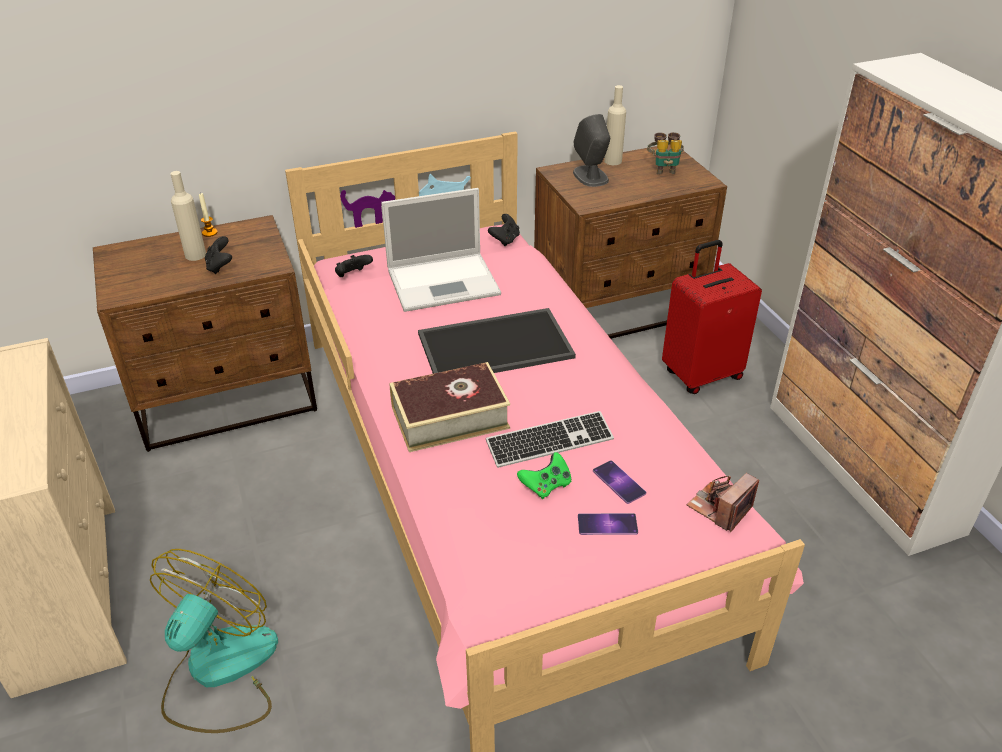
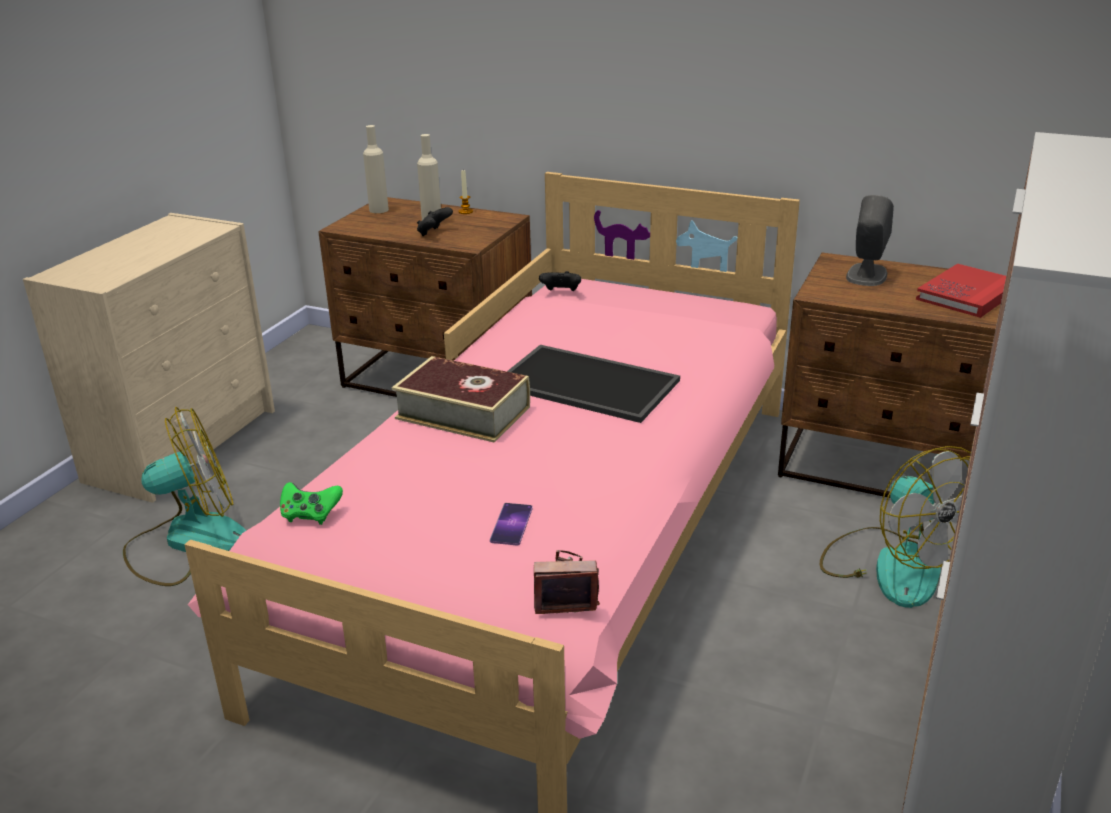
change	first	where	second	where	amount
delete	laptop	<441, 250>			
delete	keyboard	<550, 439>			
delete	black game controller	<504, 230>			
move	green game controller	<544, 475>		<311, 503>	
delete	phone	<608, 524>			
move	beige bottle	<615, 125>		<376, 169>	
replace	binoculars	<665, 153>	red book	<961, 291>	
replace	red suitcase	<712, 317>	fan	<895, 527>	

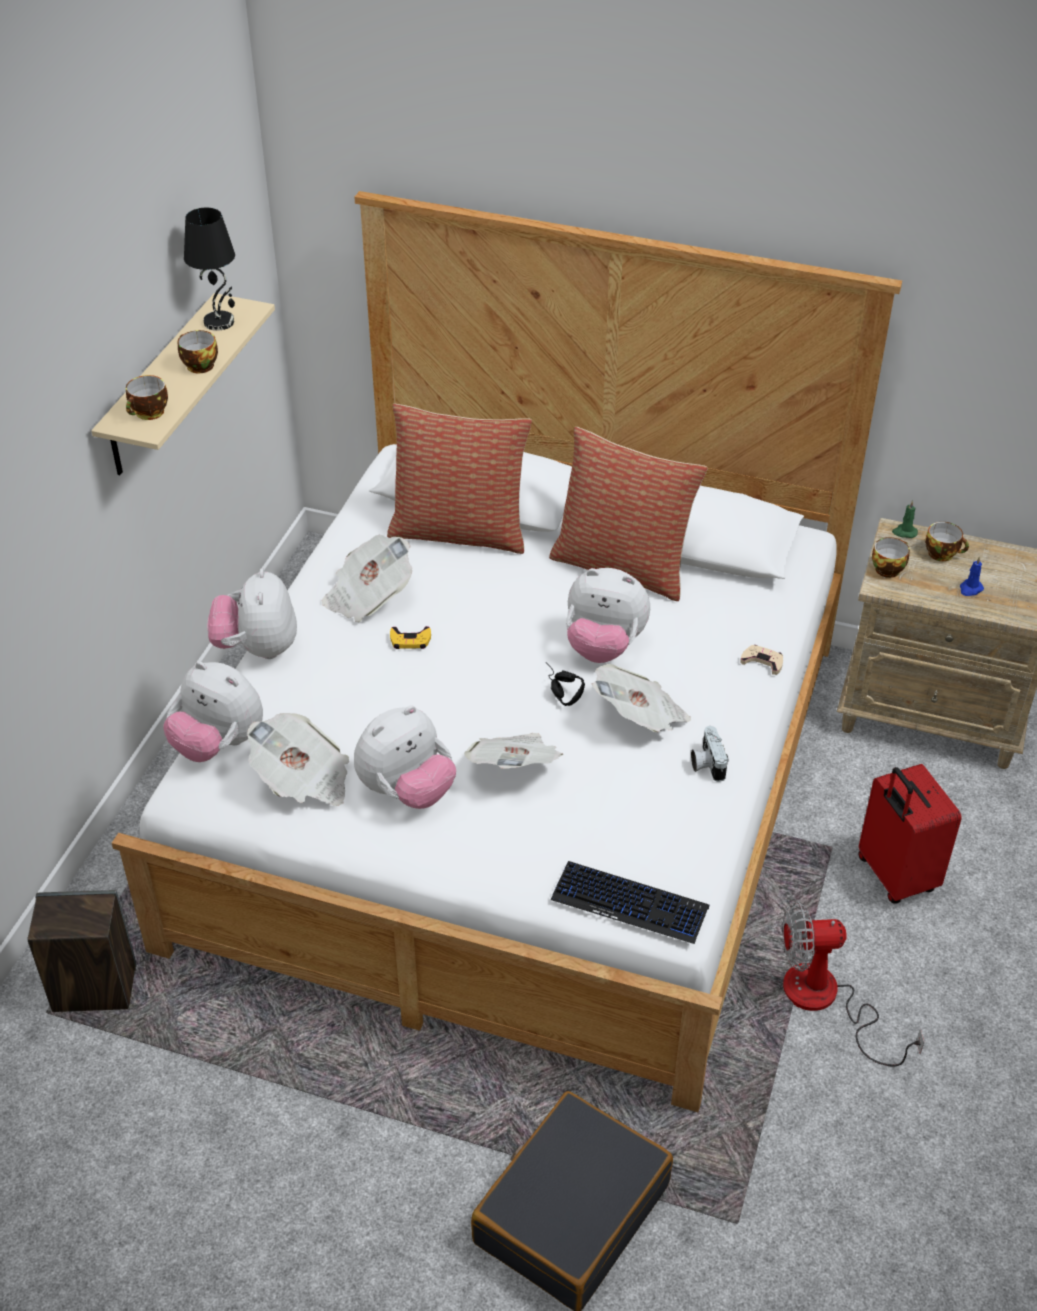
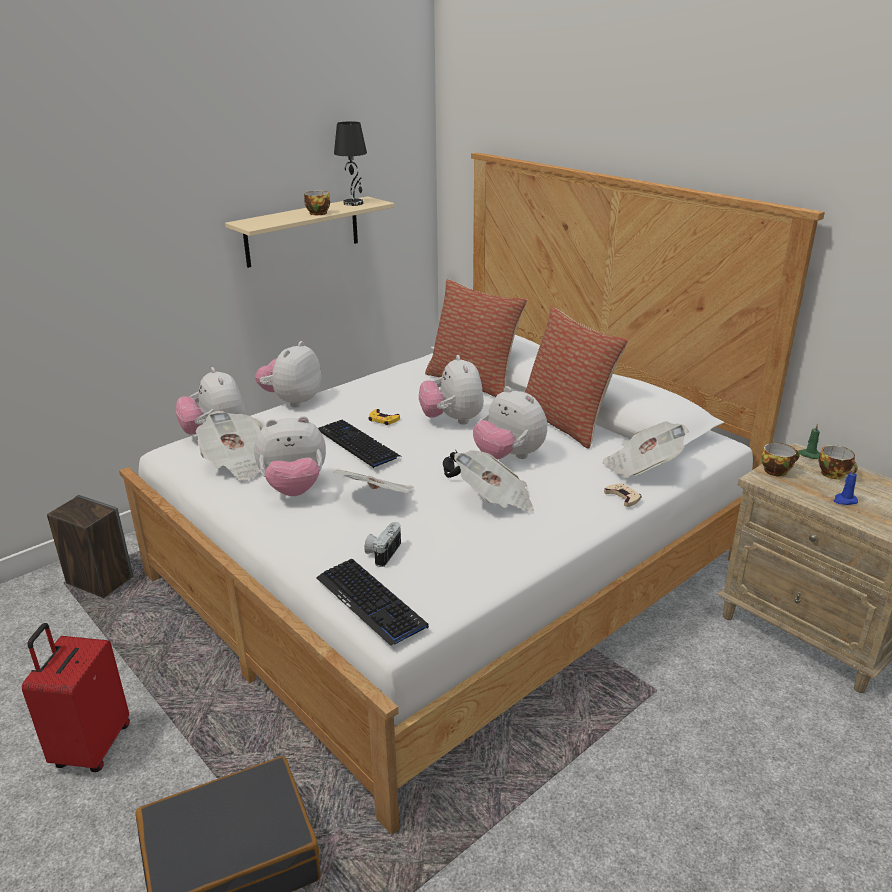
change	first	where	second	where	amount
delete	cup	<147, 397>			
move	newspaper	<367, 578>		<646, 450>	
move	photo camera	<709, 754>		<382, 544>	
delete	fan	<853, 984>			
move	red suitcase	<910, 834>		<76, 697>	
insert			keyboard	<360, 444>	
insert			plush toy	<451, 390>	

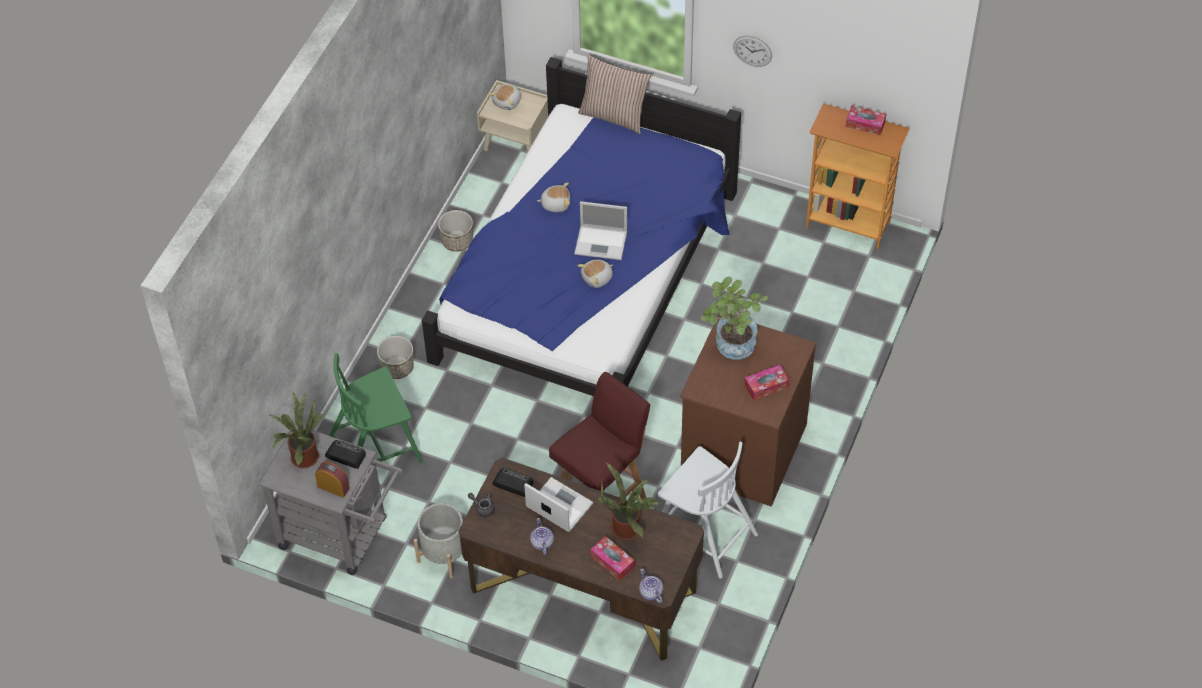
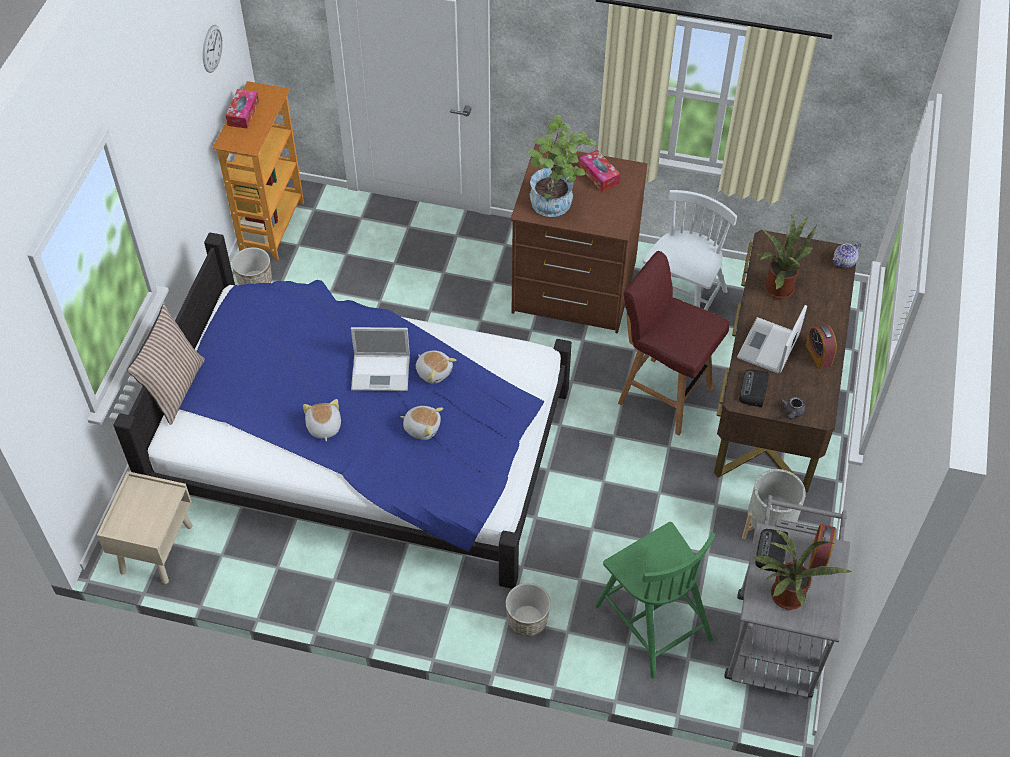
change	first	where	second	where	amount
move	planter	<455, 231>		<252, 266>	
move	plush toy	<505, 97>		<421, 423>	
replace	teapot	<542, 536>	alarm clock	<821, 346>	
rotate	laptop	<600, 230>		<380, 359>	90 degrees clockwise
delete	tissue box	<612, 558>			
move	wall clock	<752, 51>		<213, 49>	

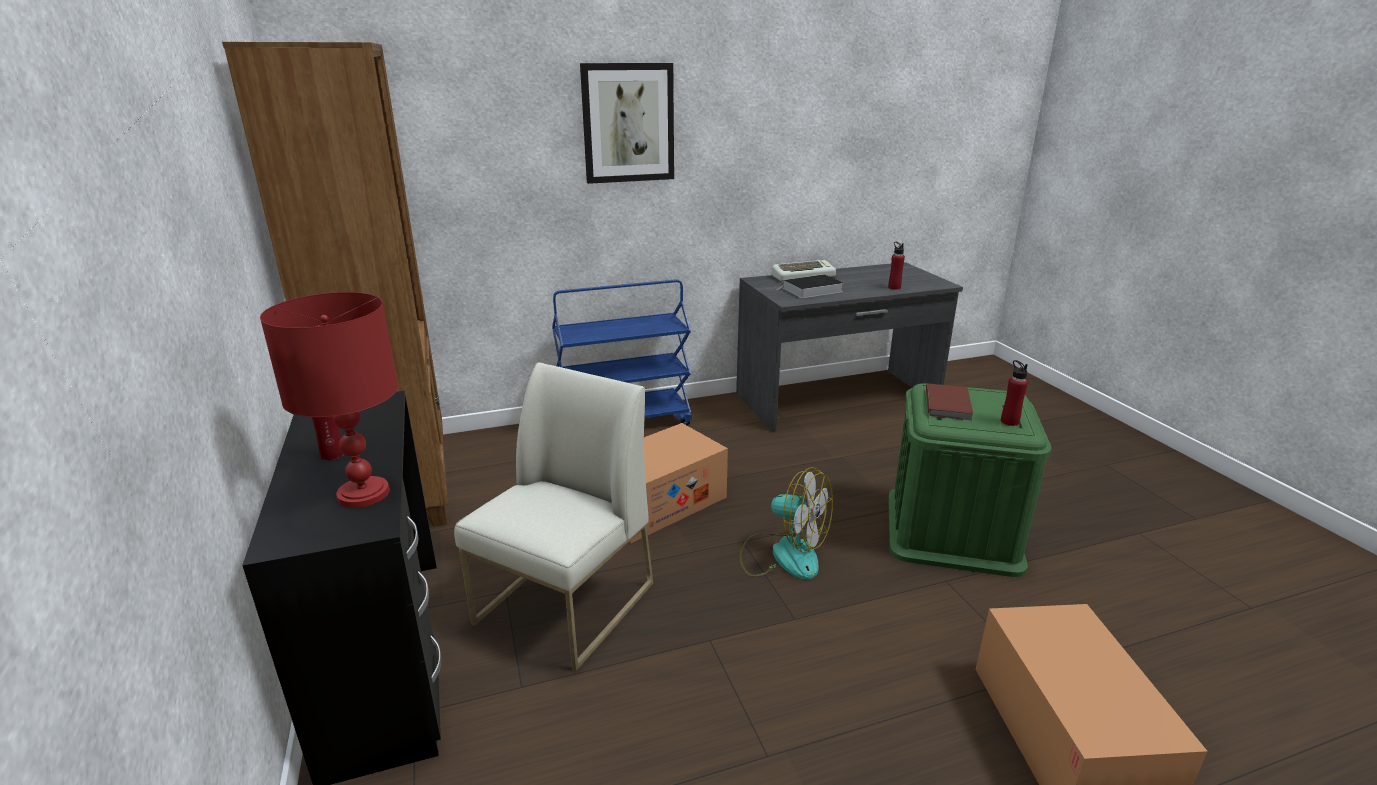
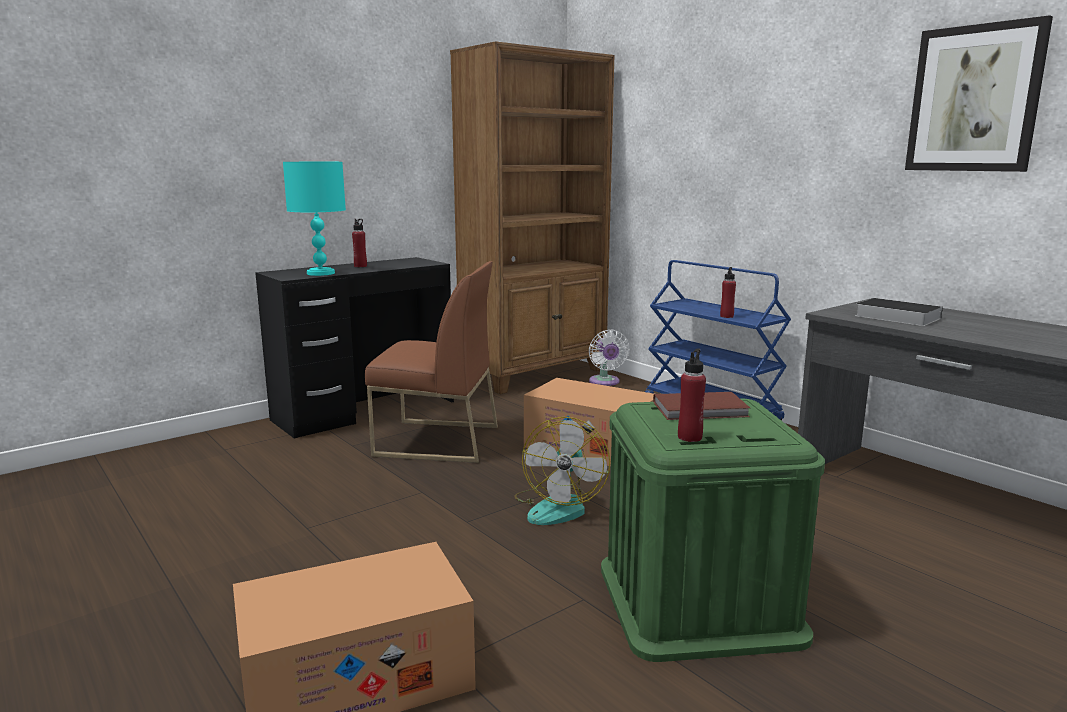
change	first	where	second	where	amount
recolor	red table lamp	<329, 400>	turquoise table lamp	<314, 219>	
recolor	white chair	<553, 516>	brown chair	<431, 362>	
move	picture	<627, 123>		<979, 93>	
delete	keyboard	<804, 271>			
move	red bottle	<896, 266>		<728, 292>	
insert			white fan	<609, 357>	

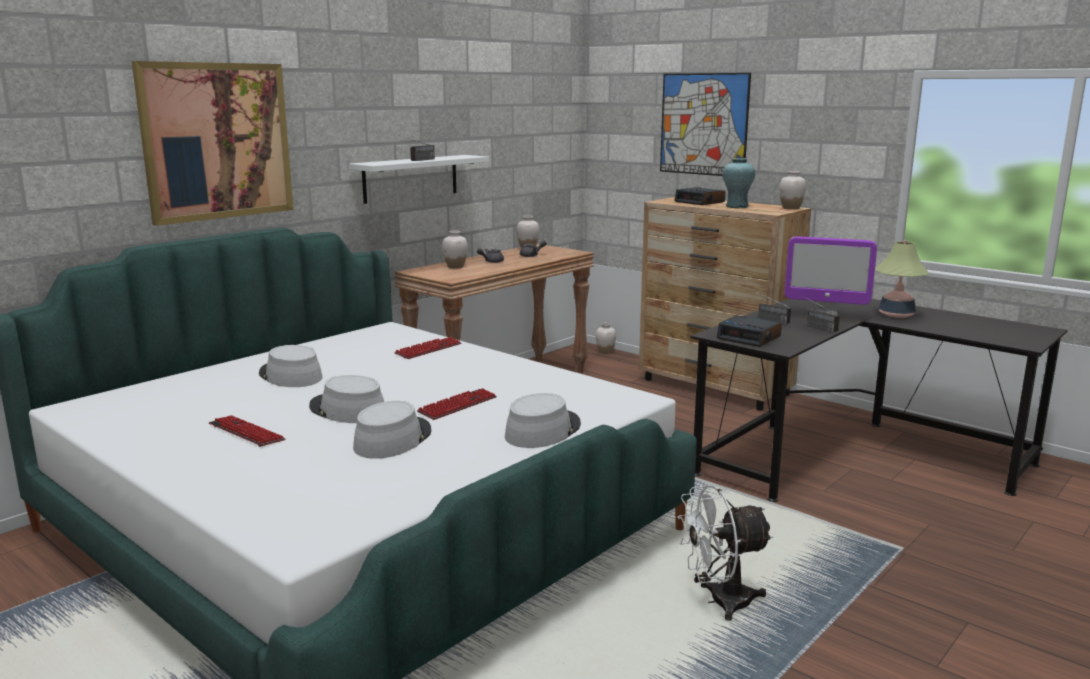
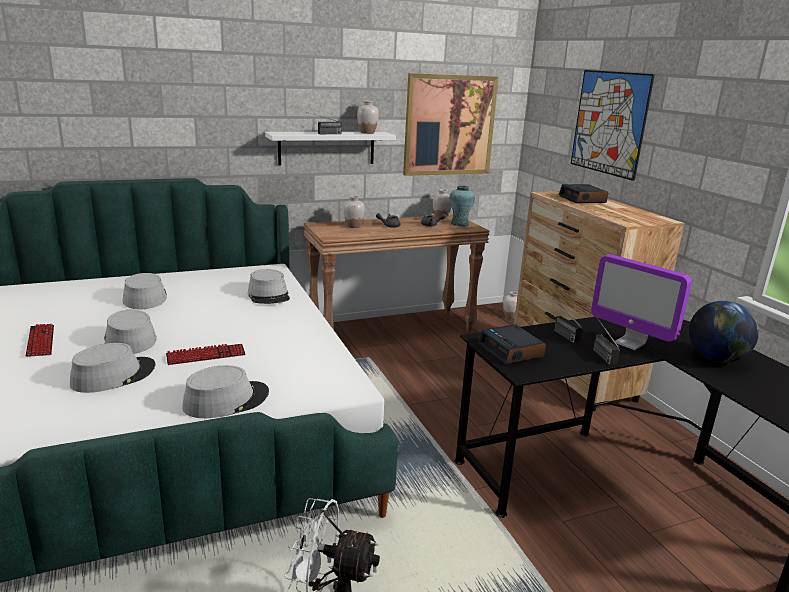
change	first	where	second	where	amount
move	picture	<212, 143>		<450, 124>	
replace	keyboard	<427, 348>	grey hat	<269, 286>	
move	turquoise vase	<739, 183>		<462, 205>	
move	white vase	<793, 190>		<368, 117>	
replace	table lamp	<902, 279>	globe	<724, 331>	

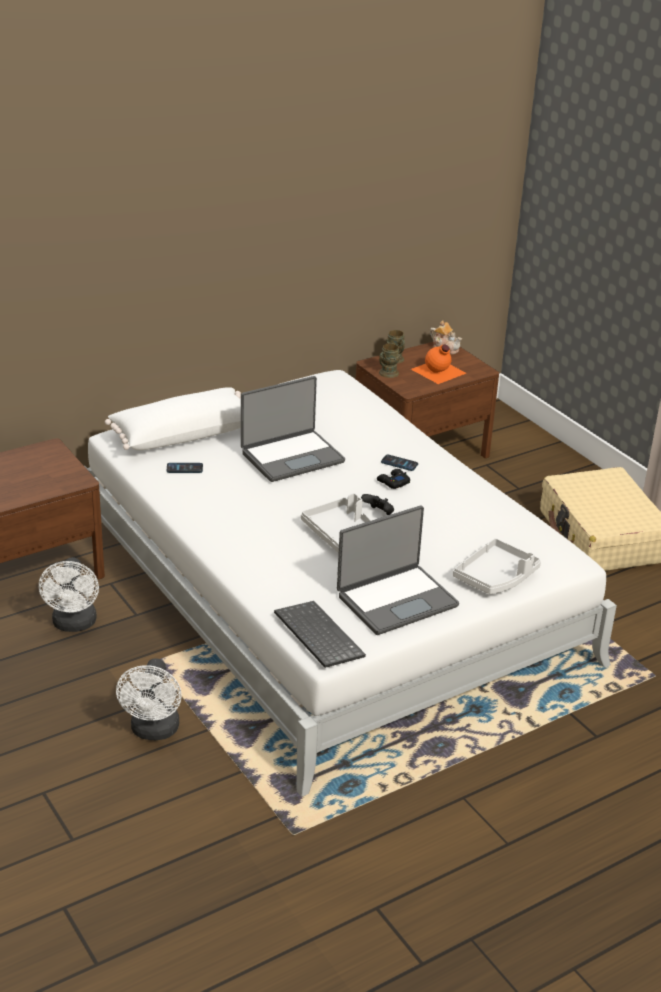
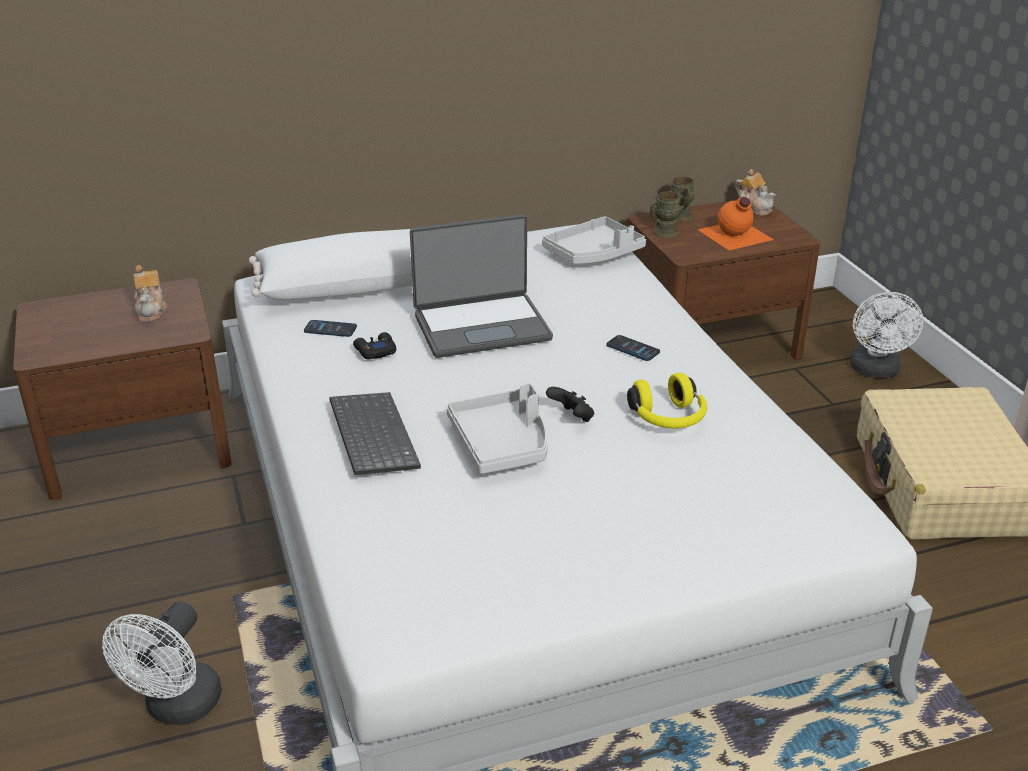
change	first	where	second	where	amount
move	white fan	<69, 594>		<887, 335>	
move	keyboard	<320, 634>		<375, 433>	
delete	laptop	<398, 570>			
move	black game controller	<393, 479>		<374, 345>	
move	grey tray	<497, 566>		<594, 240>	
insert			teapot	<150, 293>	
insert			yellow headphones	<667, 400>	

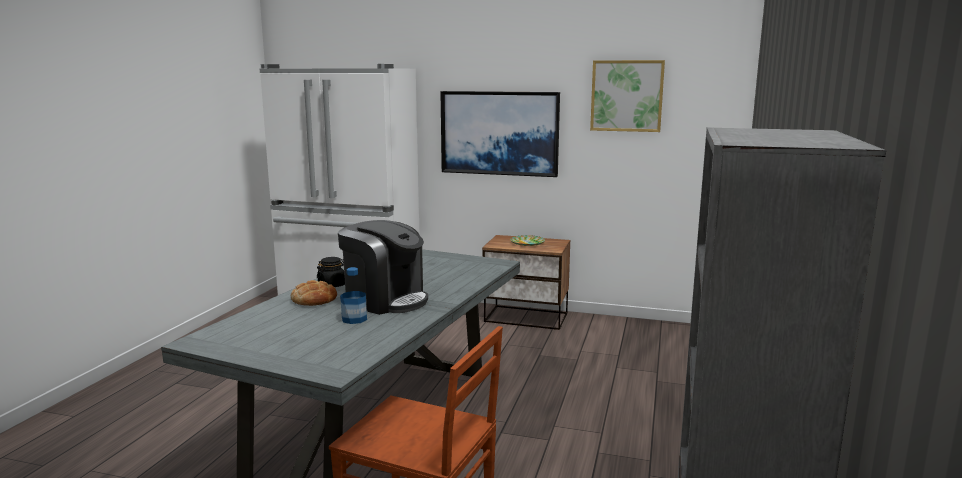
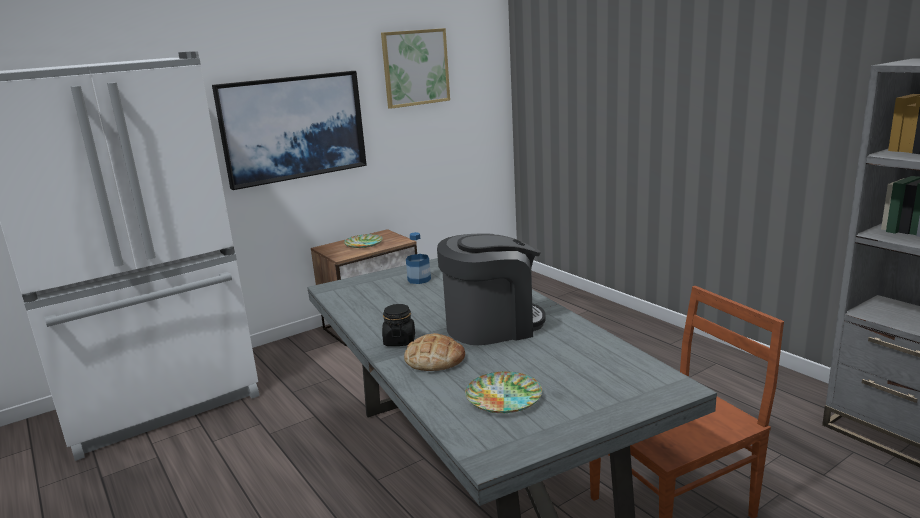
change	first	where	second	where	amount
move	bottle	<353, 295>		<418, 258>	
insert			plate	<503, 392>	

